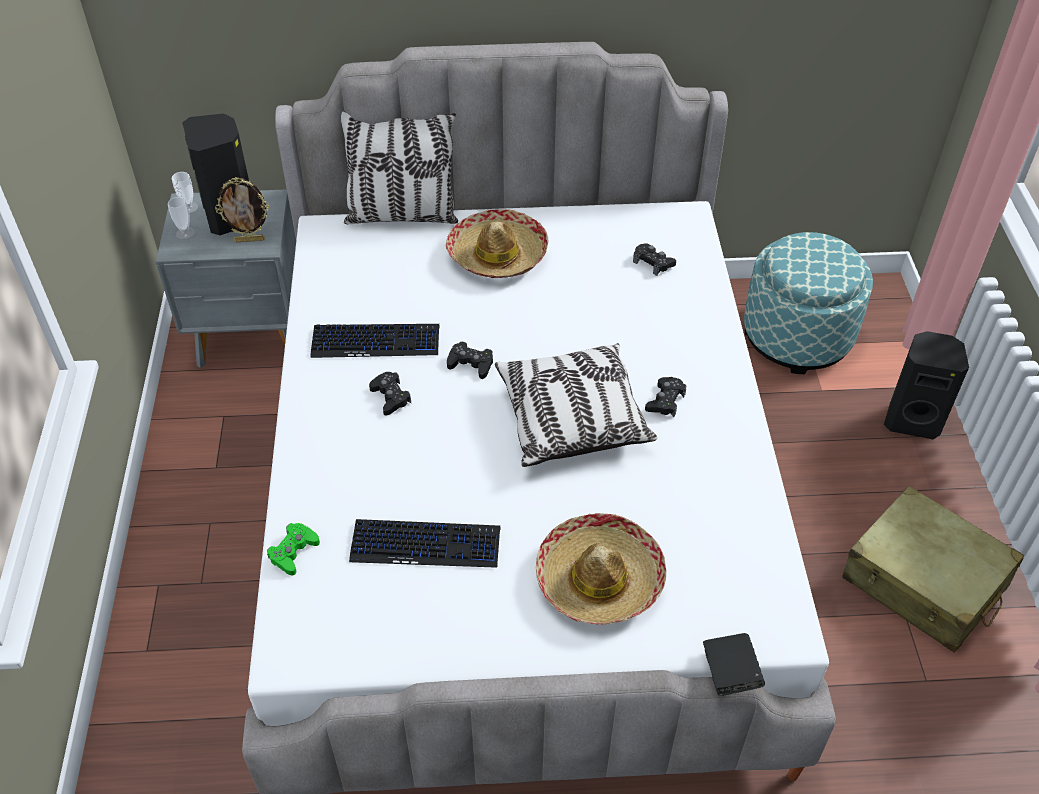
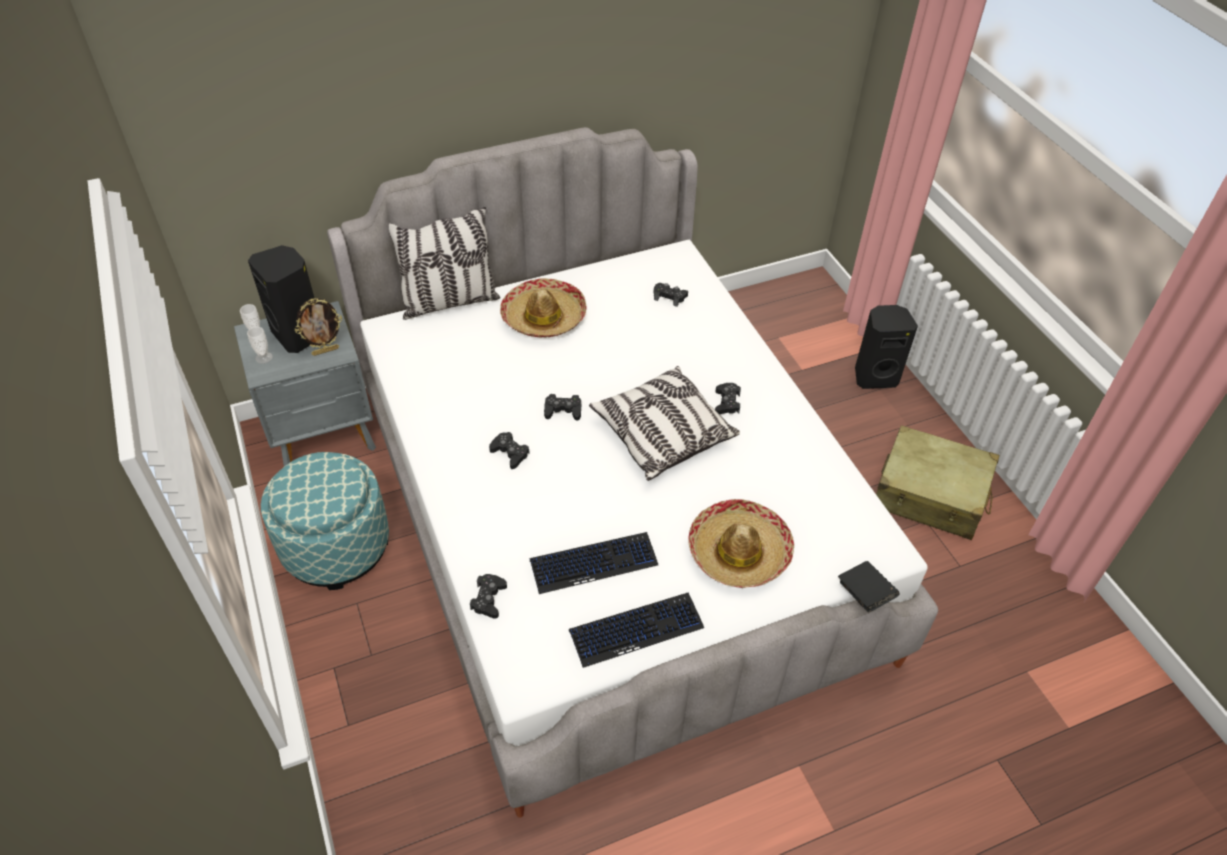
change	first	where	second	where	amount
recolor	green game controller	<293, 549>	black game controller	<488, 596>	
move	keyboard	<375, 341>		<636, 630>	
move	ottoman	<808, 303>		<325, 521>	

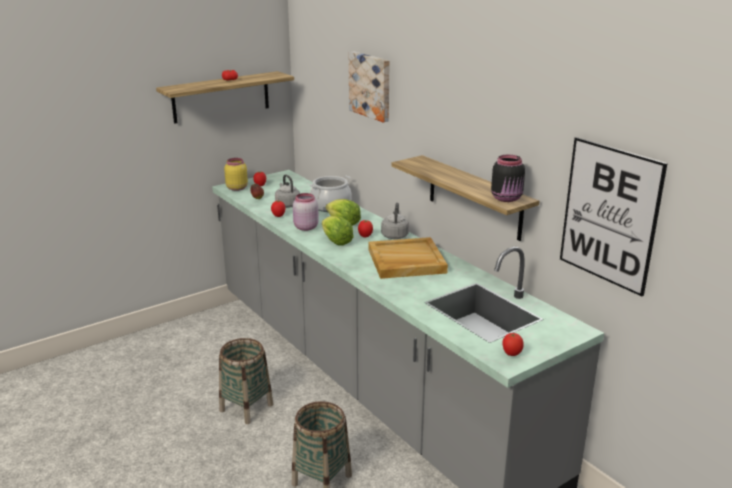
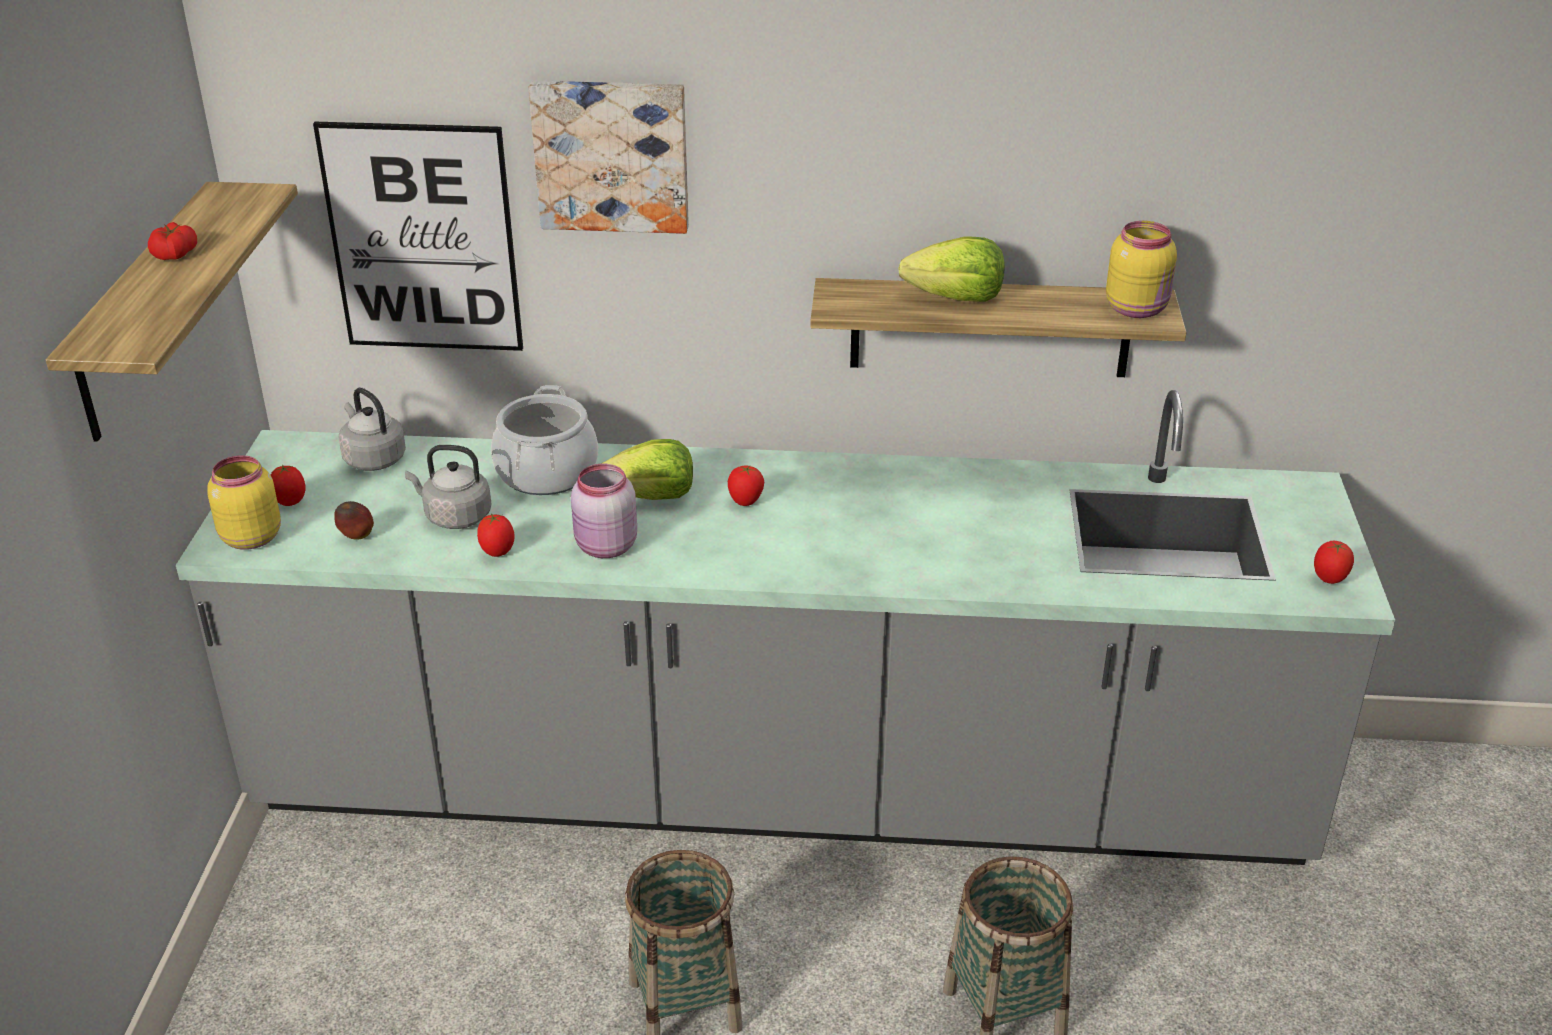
change	first	where	second	where	amount
move	lettuce	<338, 230>		<951, 269>	
delete	beige tray	<408, 258>			
move	grey kettle	<395, 221>		<372, 429>	
recolor	black jar	<508, 178>	yellow jar	<1141, 269>	
move	picture	<613, 216>		<418, 236>	

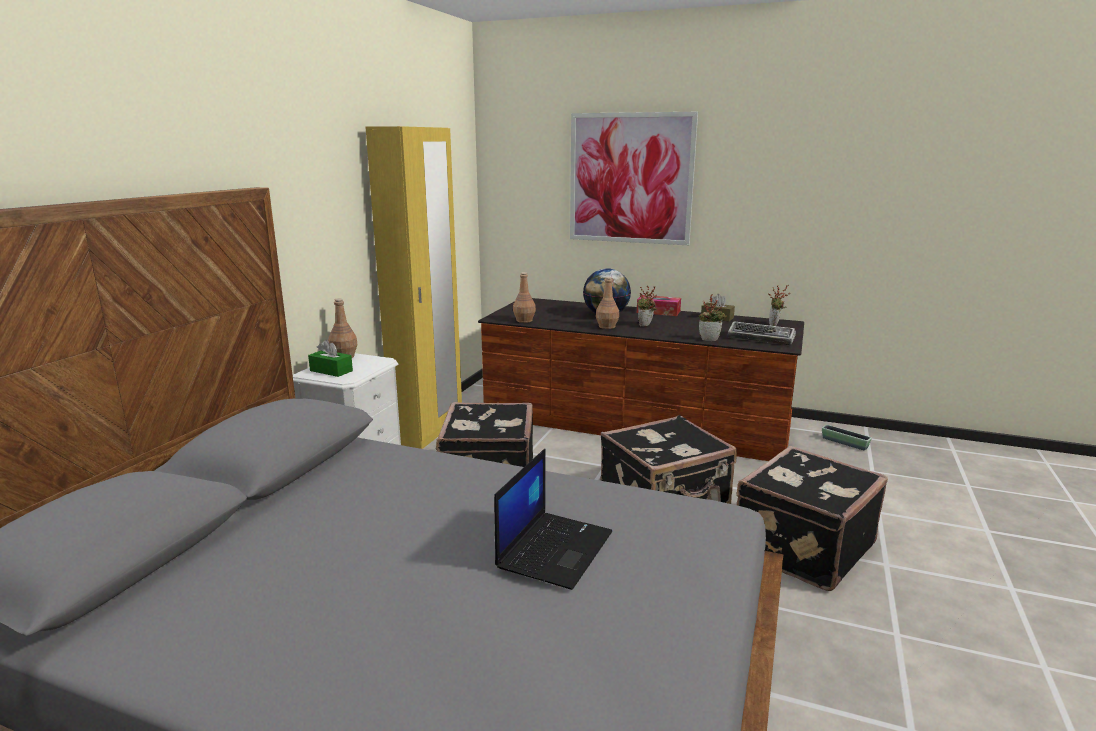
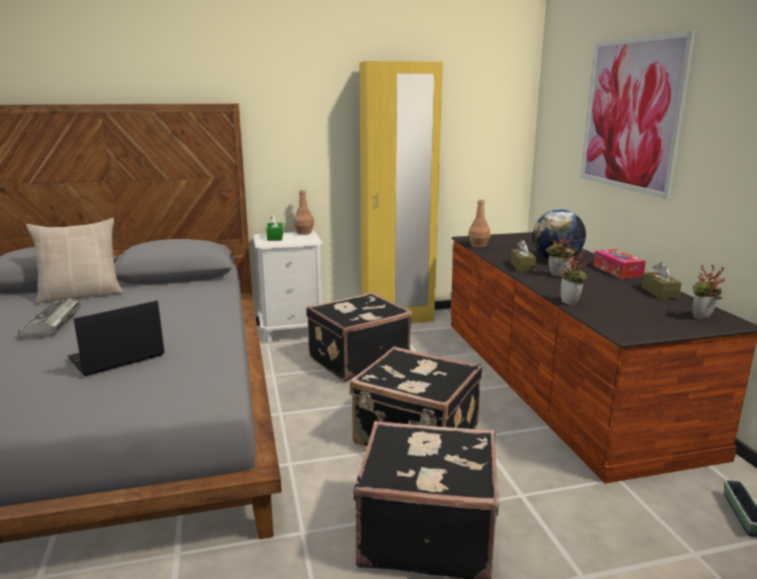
change	first	where	second	where	amount
rotate	laptop	<553, 519>		<115, 338>	150 degrees clockwise
replace	brown bottle	<607, 303>	brown tissue box	<523, 255>	
move	keyboard	<761, 333>		<49, 318>	
insert			beige pillow	<74, 261>	

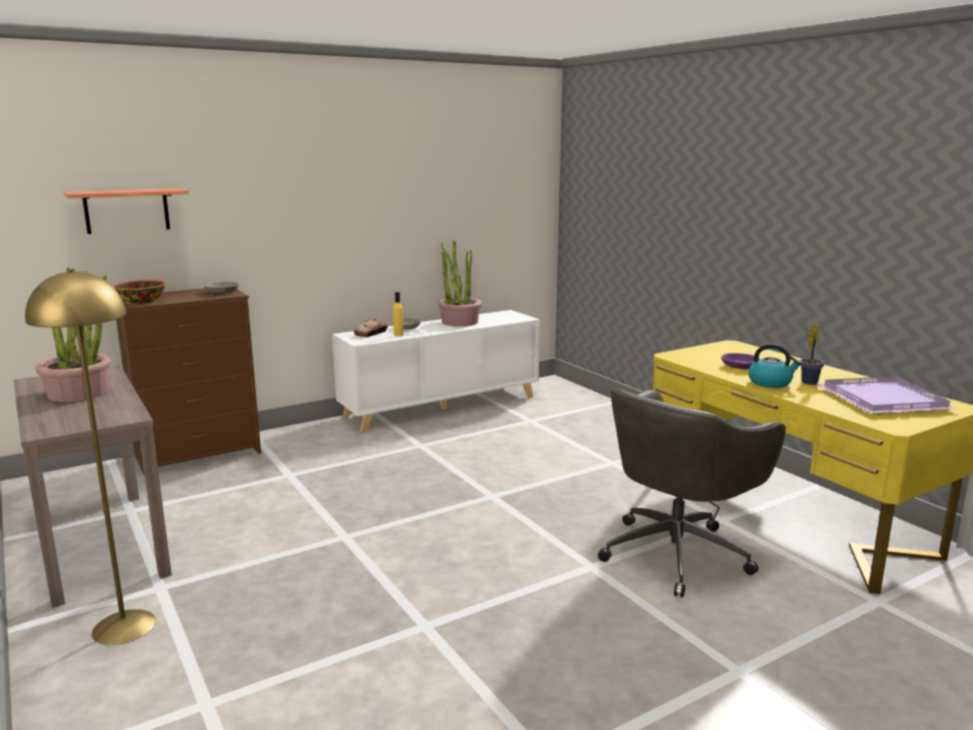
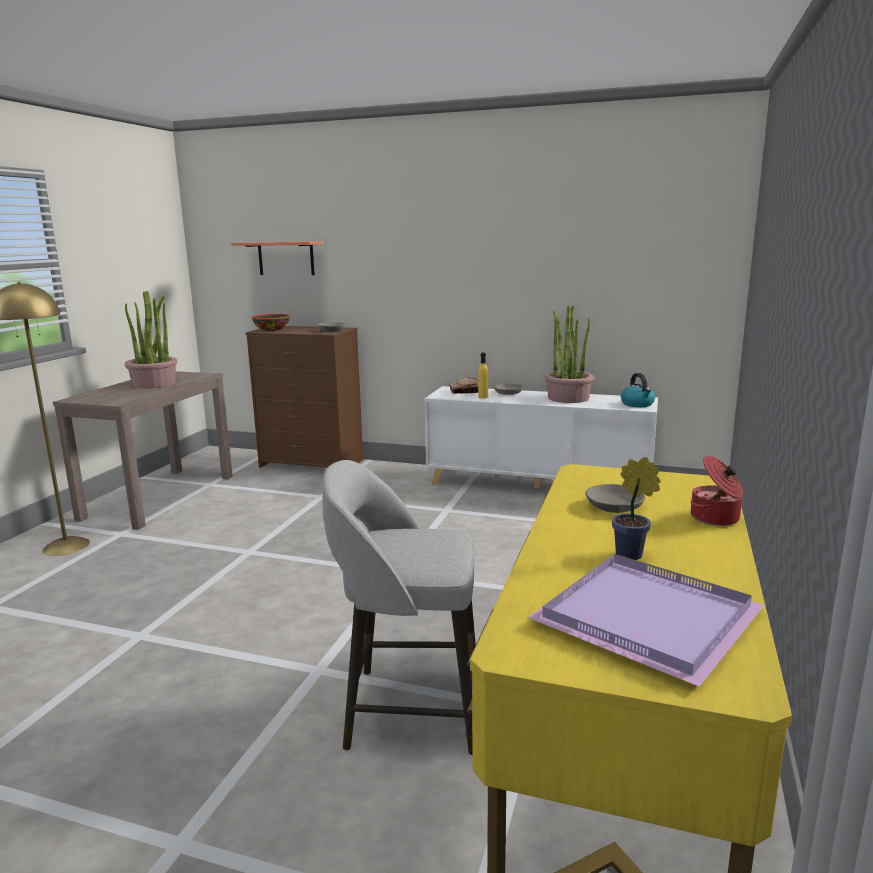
change	first	where	second	where	amount
replace	grey office chair	<692, 493>	grey stool	<399, 607>	
recolor	purple bowl	<740, 361>	grey bowl	<615, 498>	
move	kettle	<775, 365>		<638, 390>	
insert			cooking pot	<717, 490>	

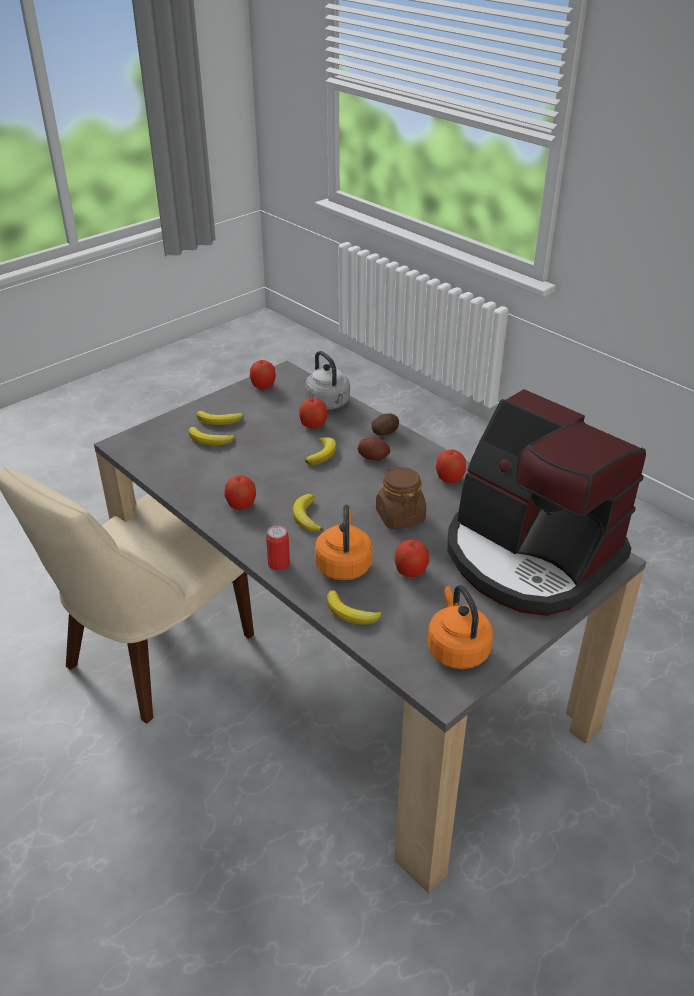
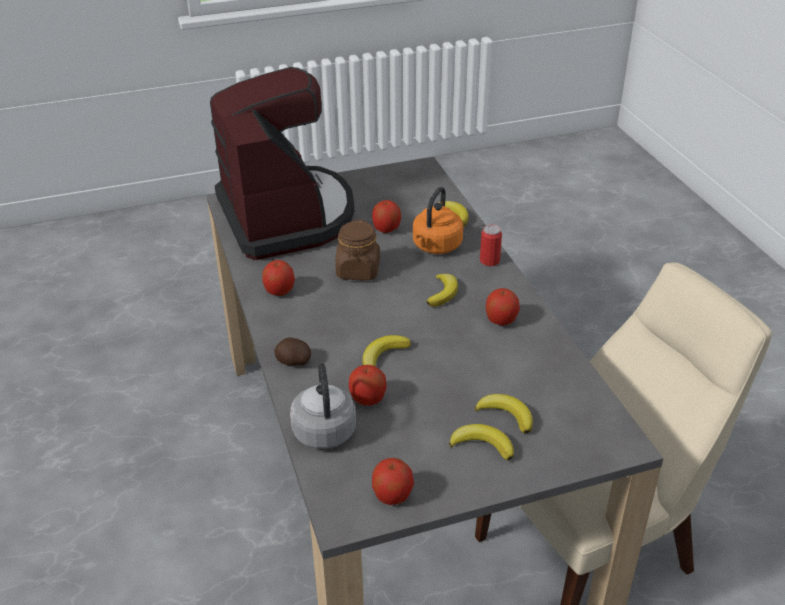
change	first	where	second	where	amount
delete	potato	<374, 449>			
delete	orange kettle	<460, 627>			

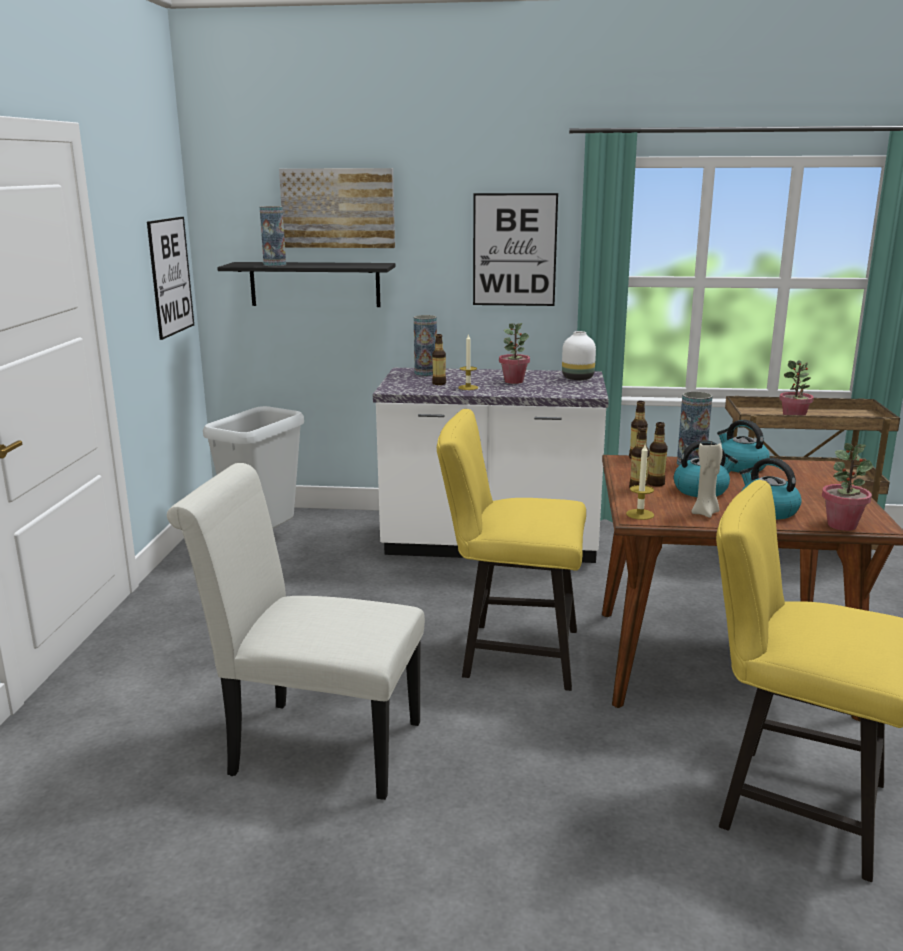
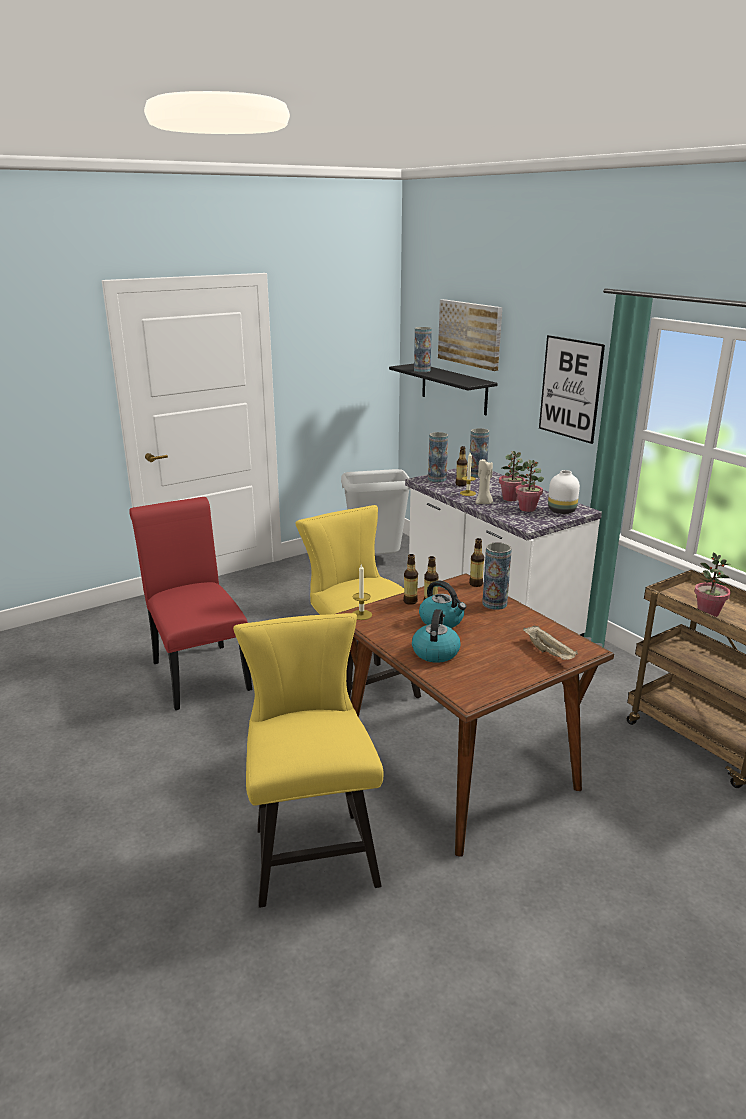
change	first	where	second	where	amount
delete	picture	<170, 278>			
recolor	white chair	<296, 631>	red chair	<190, 603>	
move	beige candle	<706, 479>		<484, 481>	
delete	kettle	<743, 446>			
move	potted plant	<847, 487>		<529, 486>	
insert			vase	<438, 457>	
insert			beige tray	<550, 642>	

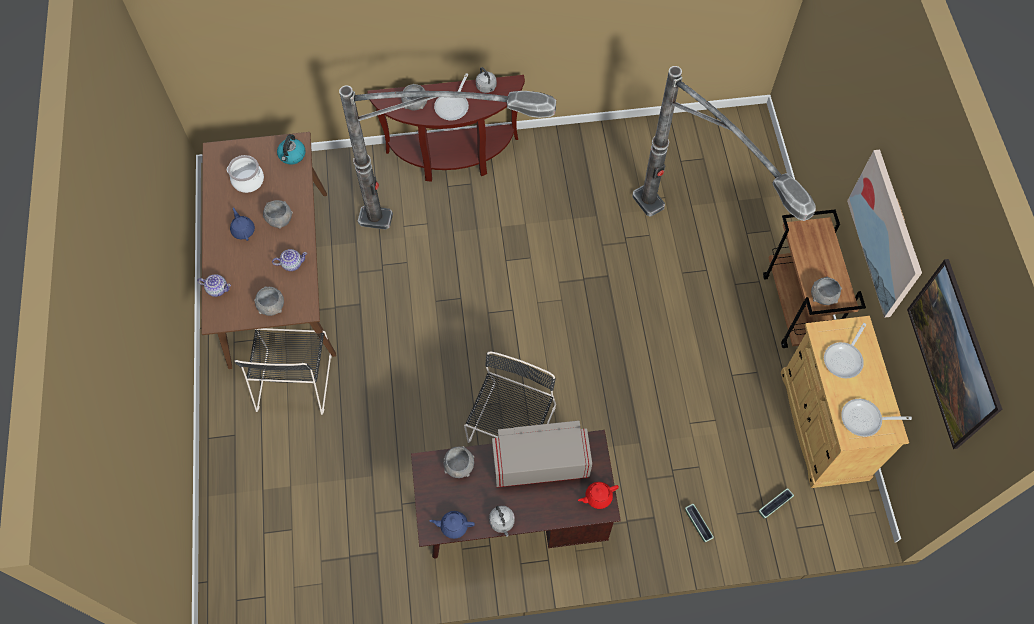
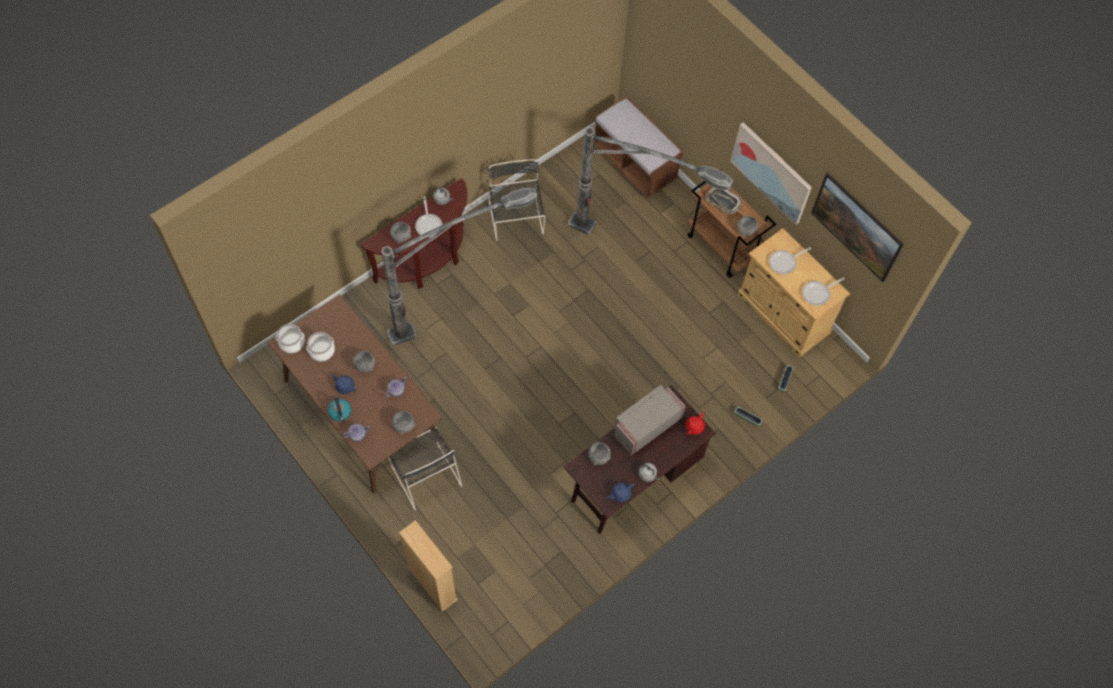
change	first	where	second	where	amount
move	kettle	<291, 149>		<339, 410>	
move	black chair	<510, 397>		<516, 200>	
rotate	frying pan	<845, 350>		<790, 260>	60 degrees clockwise
insert			cooking pot	<290, 338>	
insert			beige bookcase	<428, 566>	
insert			brown bench	<638, 147>	
insert			tray	<723, 200>	

